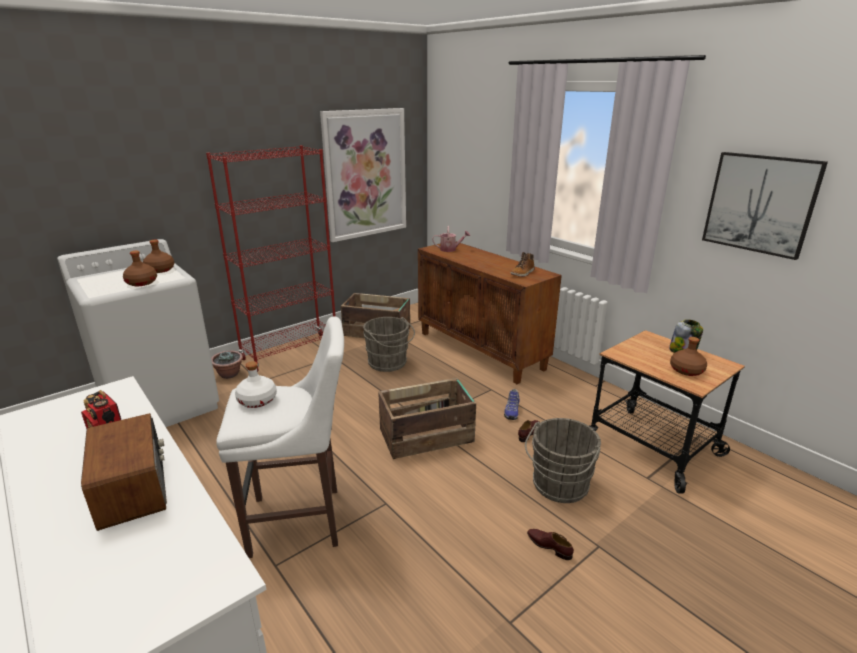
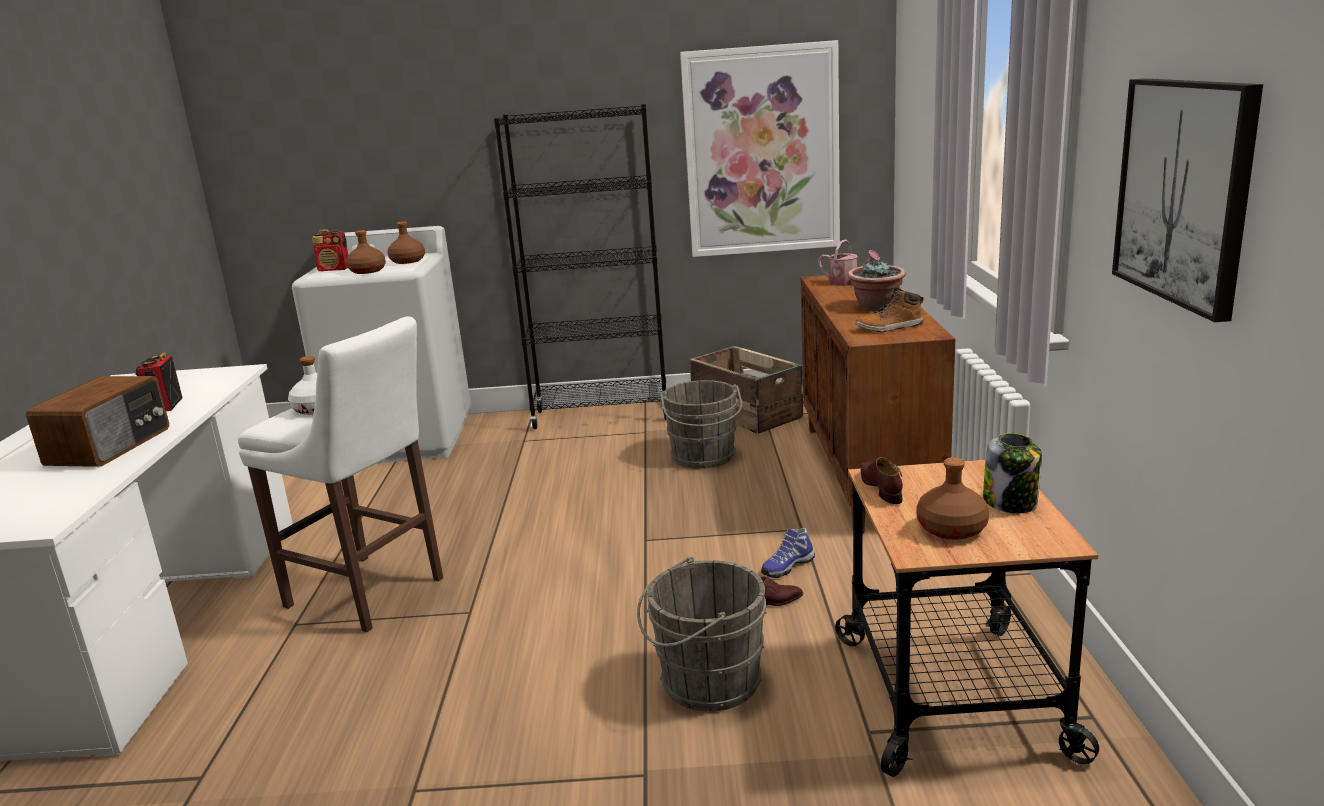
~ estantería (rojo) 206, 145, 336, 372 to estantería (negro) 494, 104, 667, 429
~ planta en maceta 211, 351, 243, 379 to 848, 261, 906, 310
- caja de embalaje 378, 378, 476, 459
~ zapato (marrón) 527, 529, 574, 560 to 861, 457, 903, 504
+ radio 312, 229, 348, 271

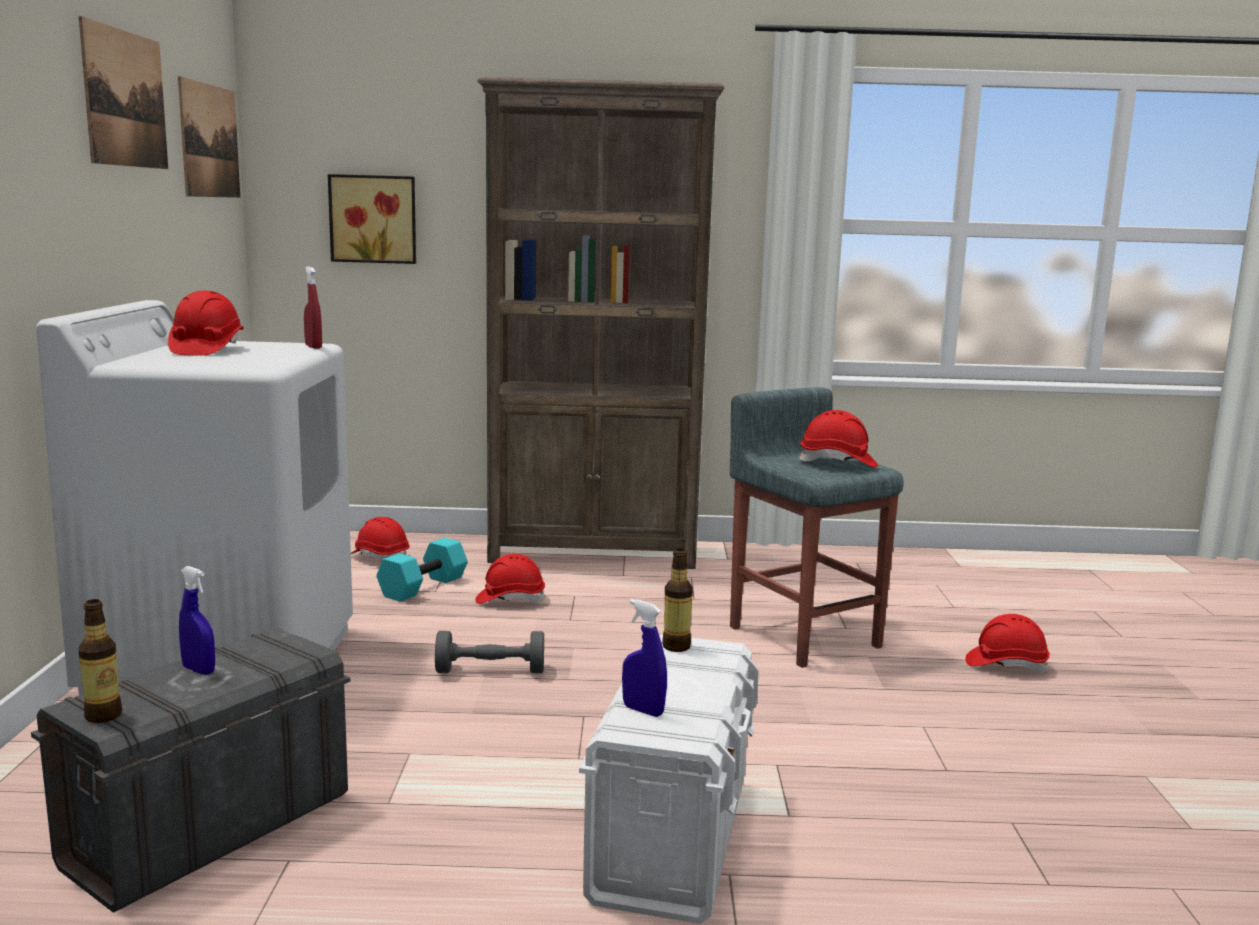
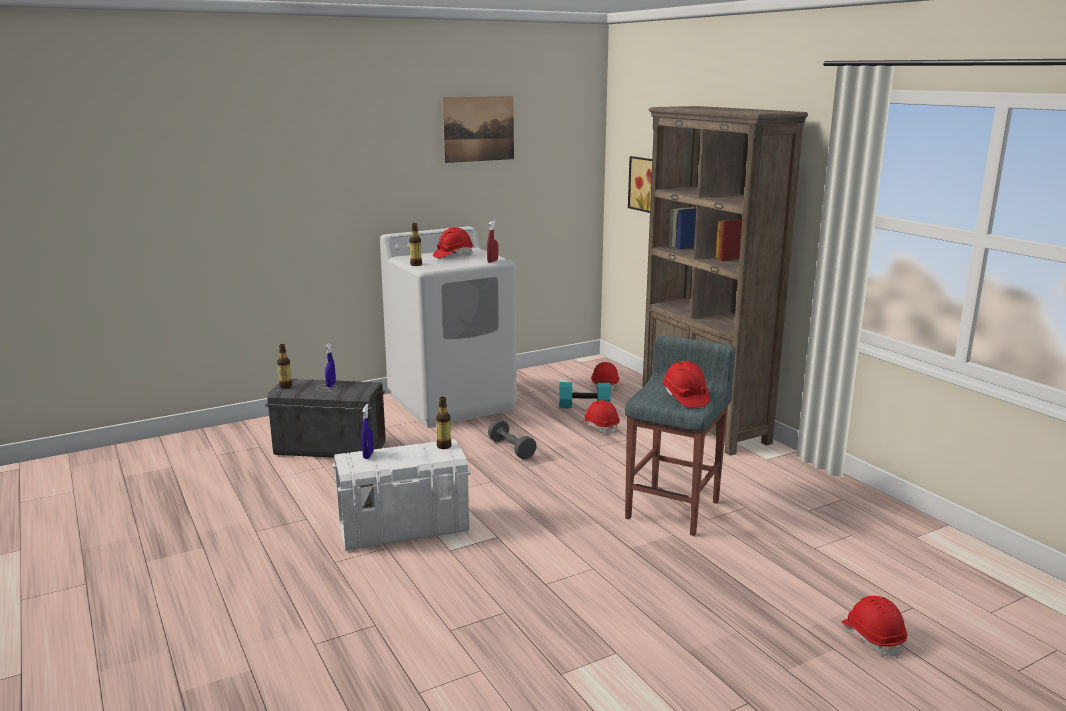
- cuadro 178, 76, 240, 198
~ casco (rojo) 965, 614, 1050, 673 to 842, 596, 907, 658
+ botella 409, 223, 422, 266

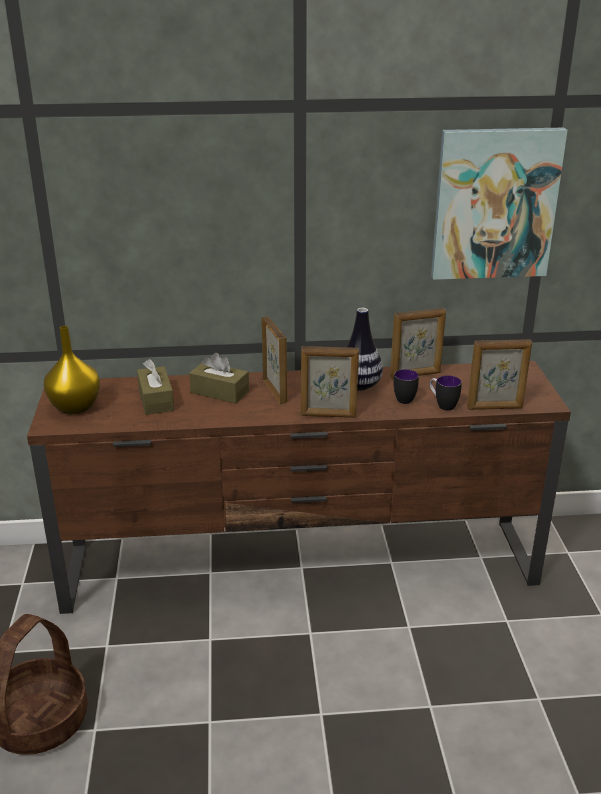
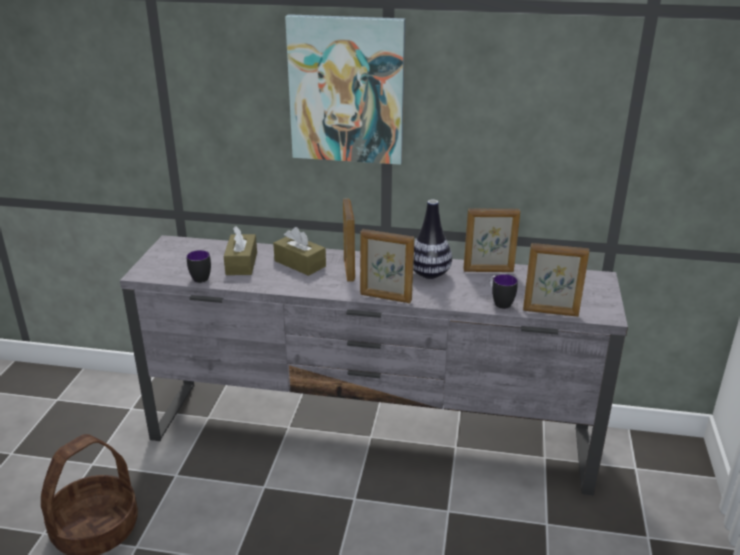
~ cuadro 431, 128, 568, 280 to 285, 14, 405, 165
- florero (amarillo) 44, 326, 100, 414
~ mueble de televisión (marrón) 27, 361, 571, 614 to mueble de televisión (gris) 120, 235, 628, 495
~ taza grande 393, 369, 419, 404 to 187, 250, 211, 283

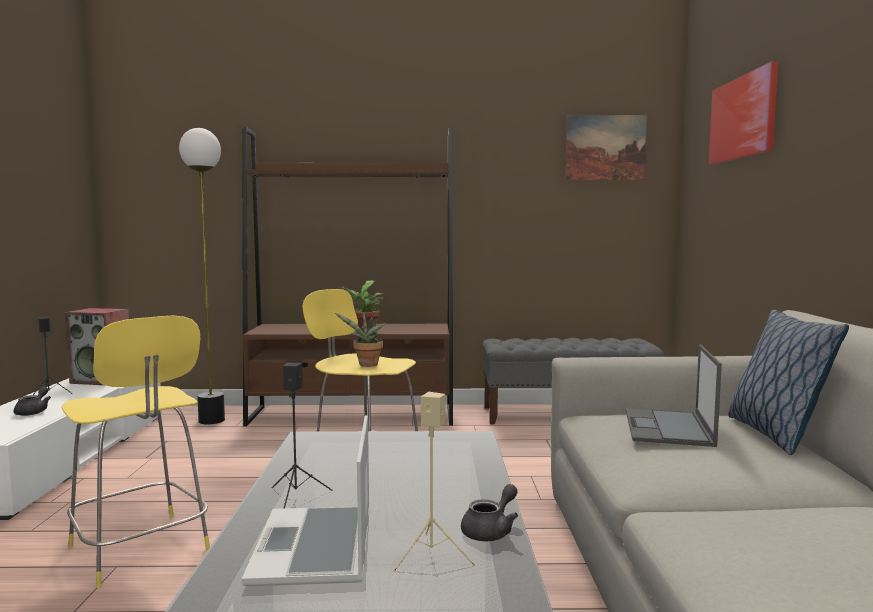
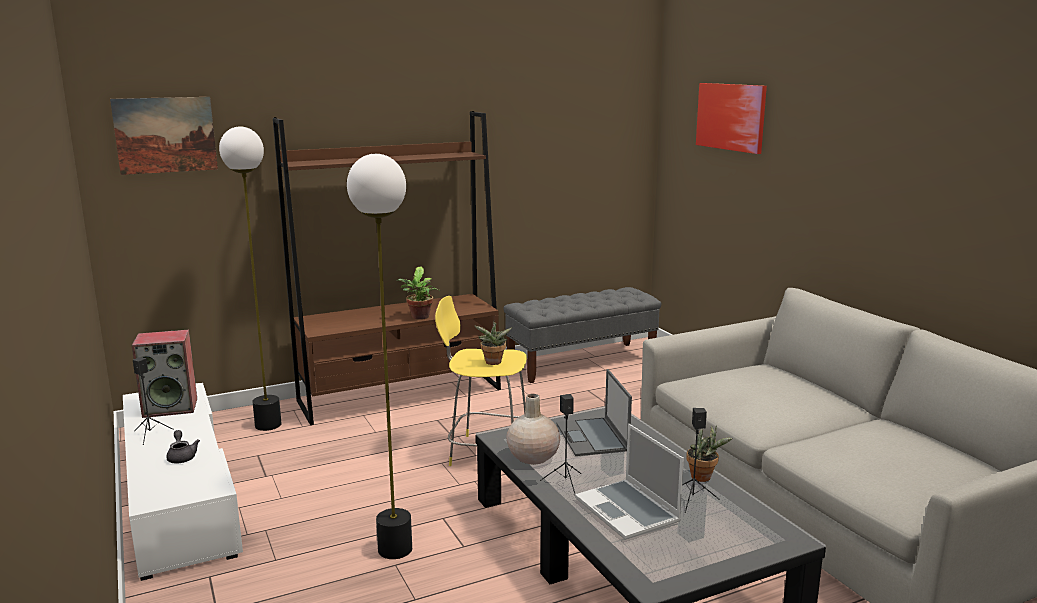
~ cuadro 566, 115, 647, 180 to 110, 97, 218, 175
- cojín 728, 310, 849, 455
~ taburete (amarillo) 62, 316, 210, 588 to lámpara de pie 347, 154, 412, 559
~ portátil 626, 345, 722, 447 to 556, 369, 632, 456
~ altavoz (beis) 393, 392, 475, 572 to altavoz (negro) 682, 408, 719, 513
~ tetera (gris) 461, 484, 518, 541 to planta en maceta 686, 425, 732, 482
+ florero (beis) 506, 394, 560, 465

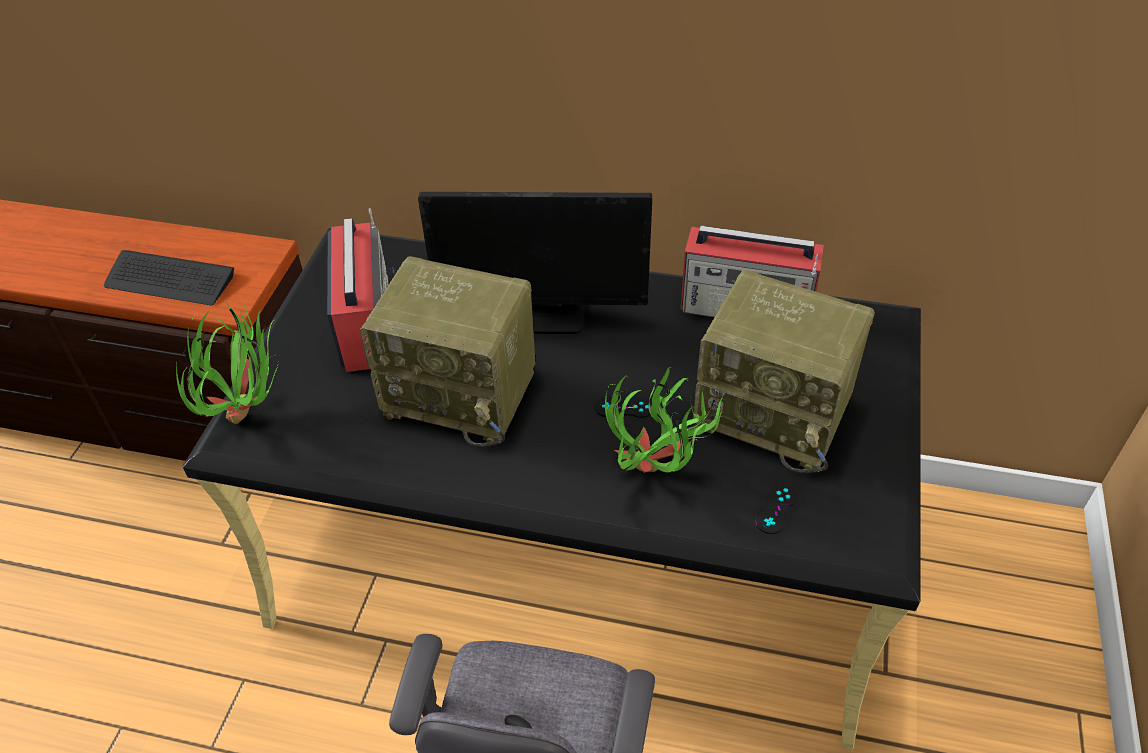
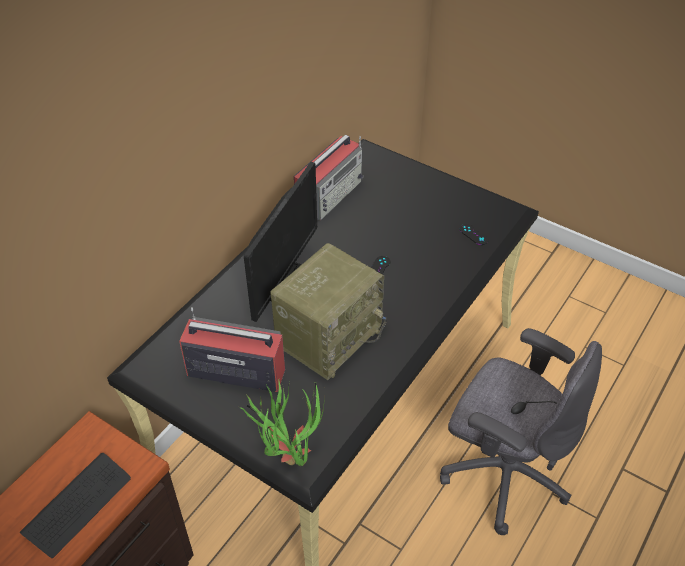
- radio 693, 270, 875, 473
- planta en maceta 605, 367, 724, 473

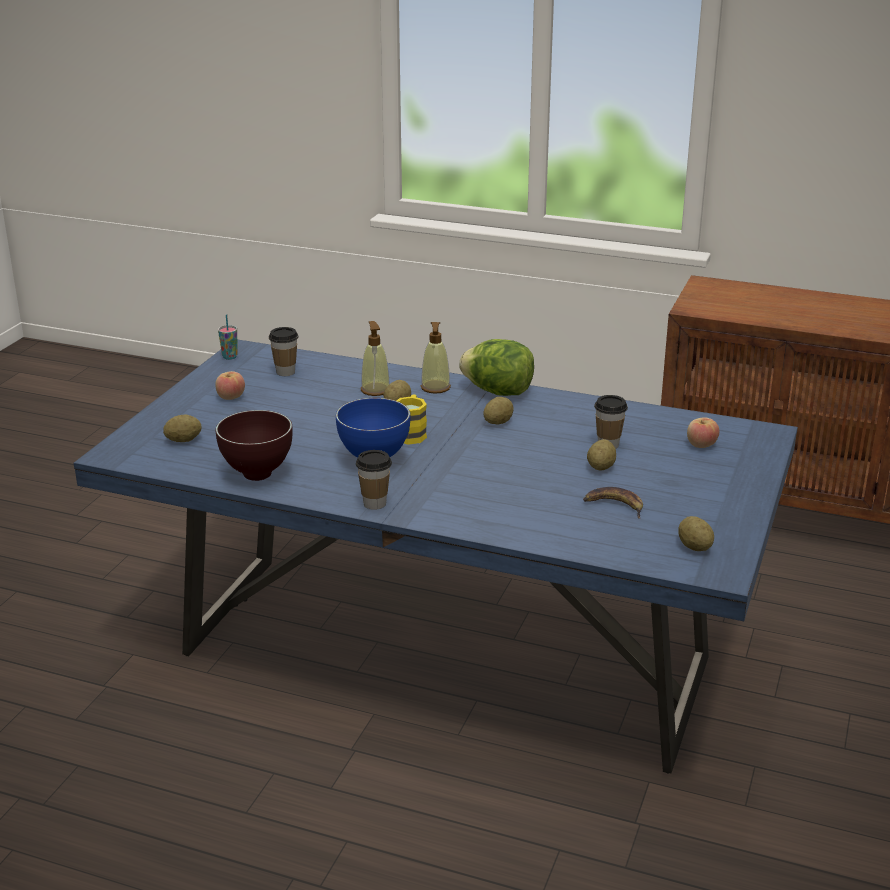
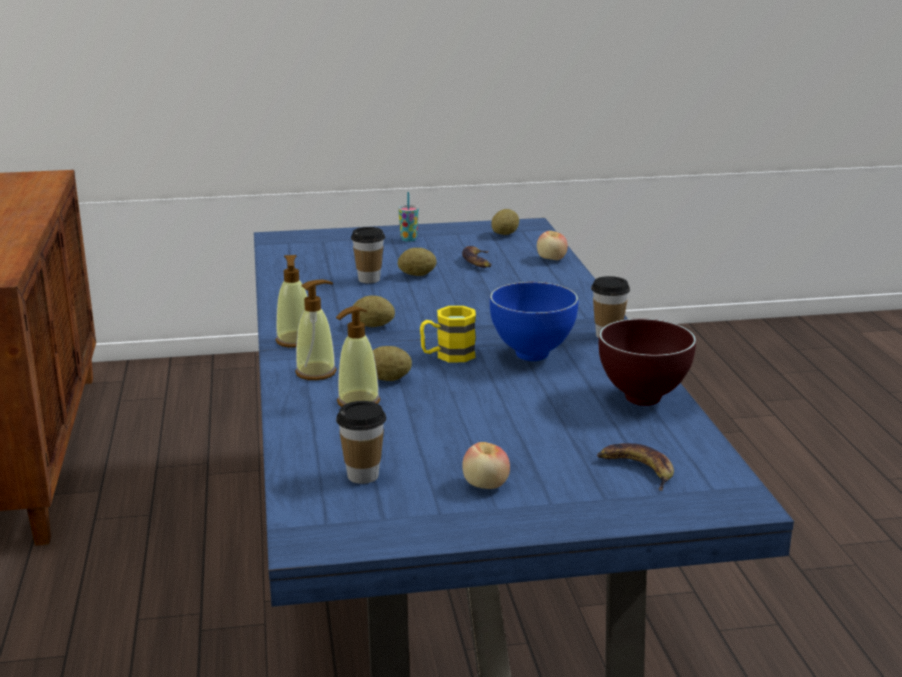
~ taza 218, 314, 238, 360 to 398, 192, 419, 242
~ lechuga 459, 339, 534, 396 to dispensador de jabón 276, 255, 307, 348
~ patata 163, 414, 202, 442 to plátano 597, 443, 674, 491
~ manzana 687, 418, 719, 448 to 537, 231, 568, 260

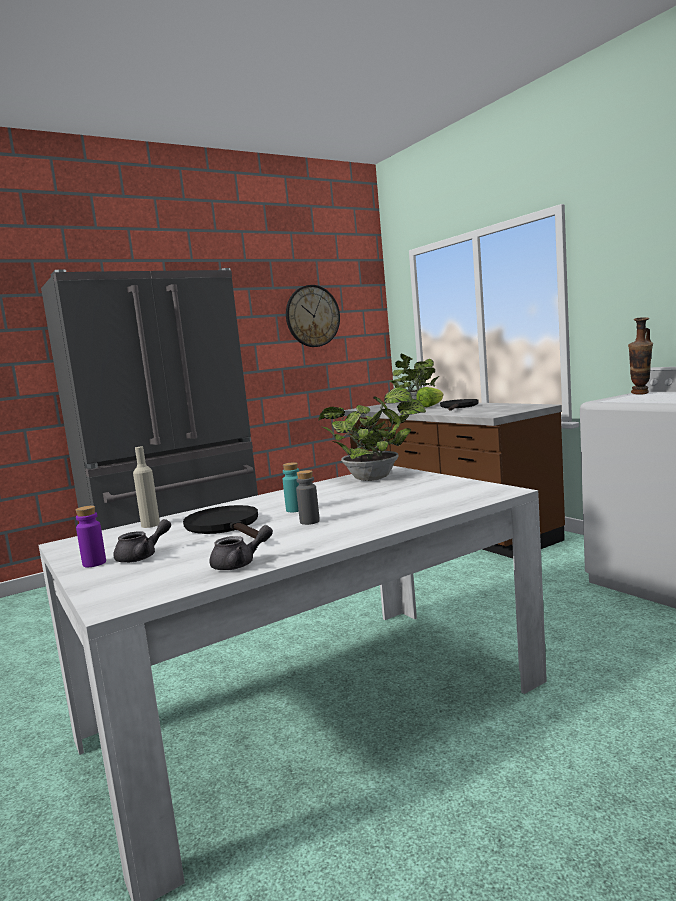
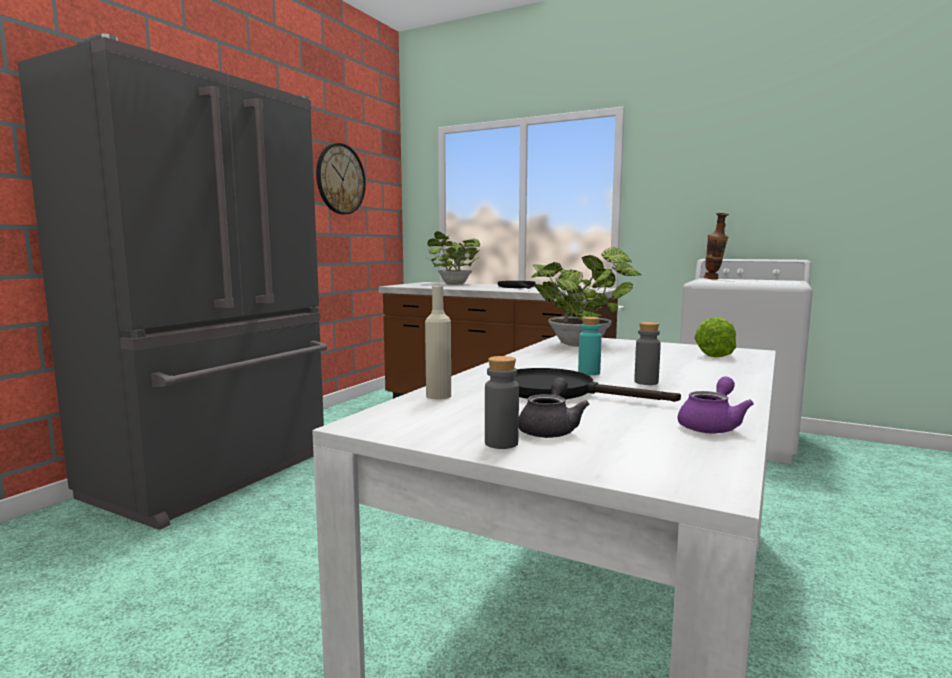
~ lechuga 416, 387, 444, 407 to 694, 317, 736, 357
~ botella (morado) 76, 506, 106, 567 to botella (gris) 485, 356, 519, 449
~ tetera (gris) 209, 525, 273, 570 to tetera (morado) 677, 377, 754, 433

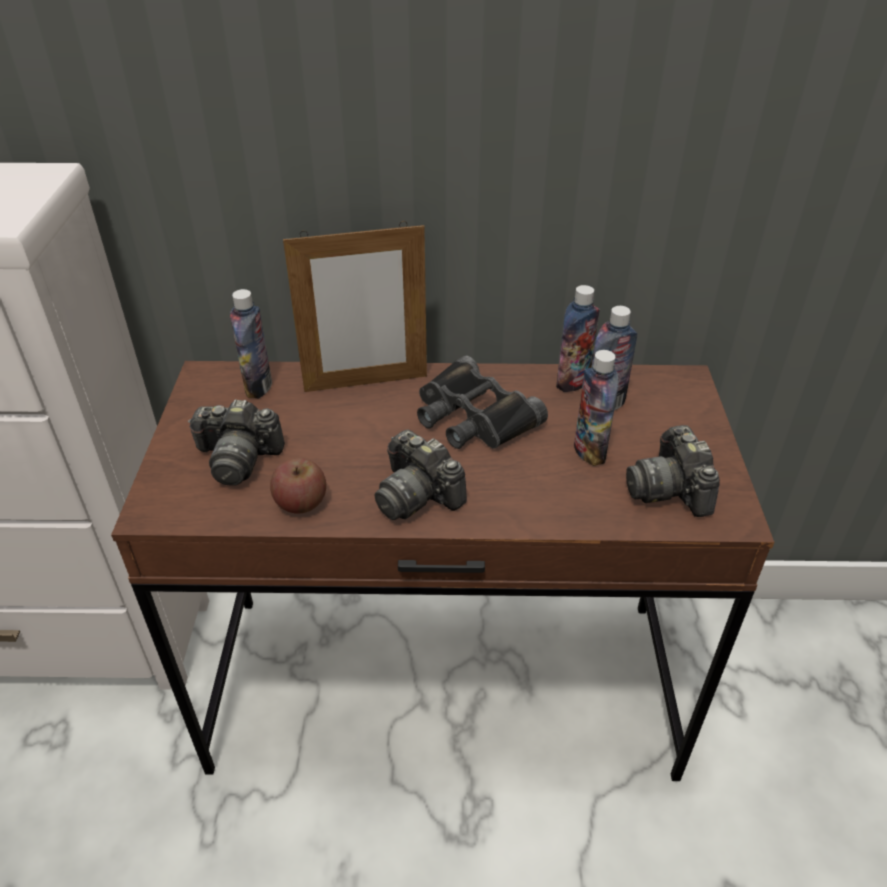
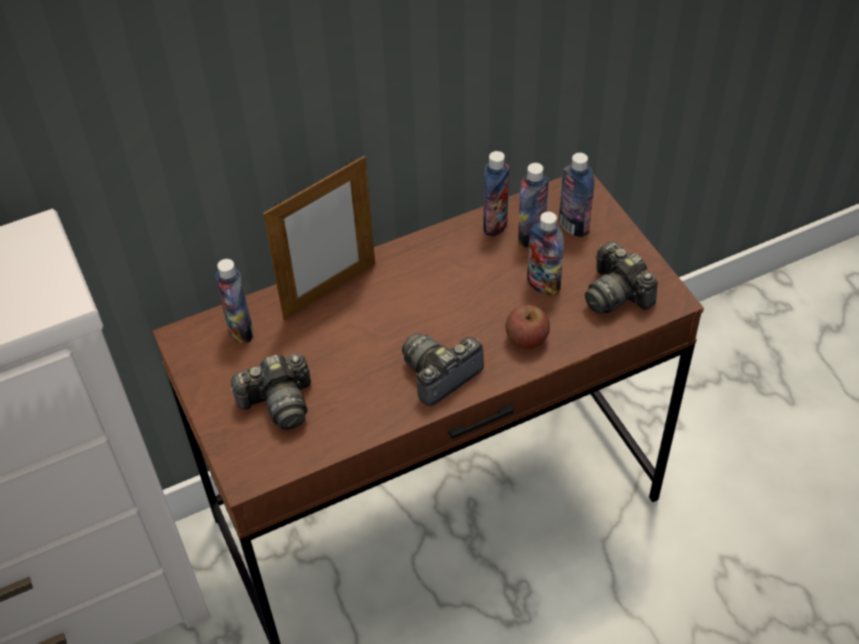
- prismáticos (negro) 417, 356, 548, 449
~ cámara 374, 430, 467, 520 = 402, 333, 484, 406 120 degrees clockwise
~ manzana 270, 458, 326, 514 to 505, 305, 550, 349
+ botella 559, 153, 594, 237

